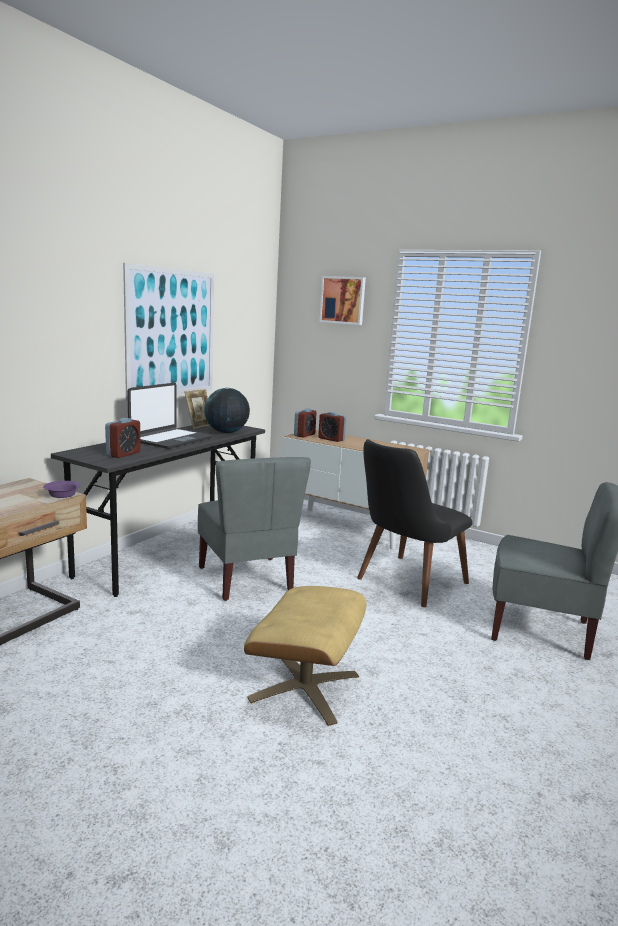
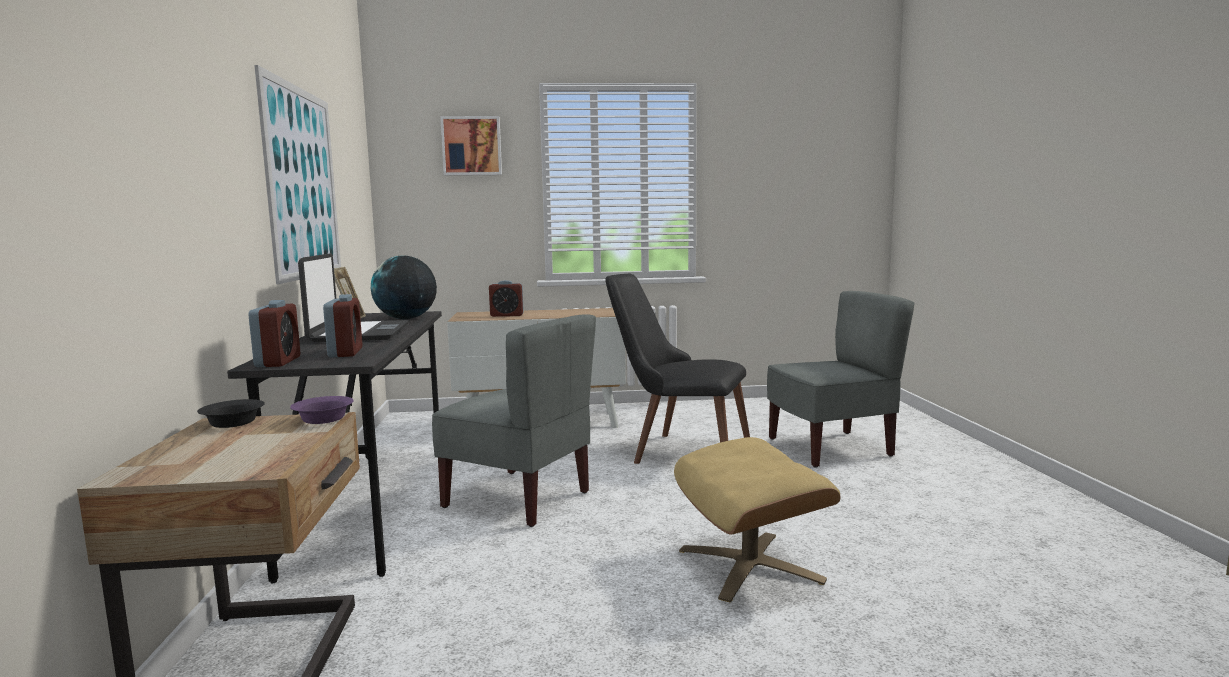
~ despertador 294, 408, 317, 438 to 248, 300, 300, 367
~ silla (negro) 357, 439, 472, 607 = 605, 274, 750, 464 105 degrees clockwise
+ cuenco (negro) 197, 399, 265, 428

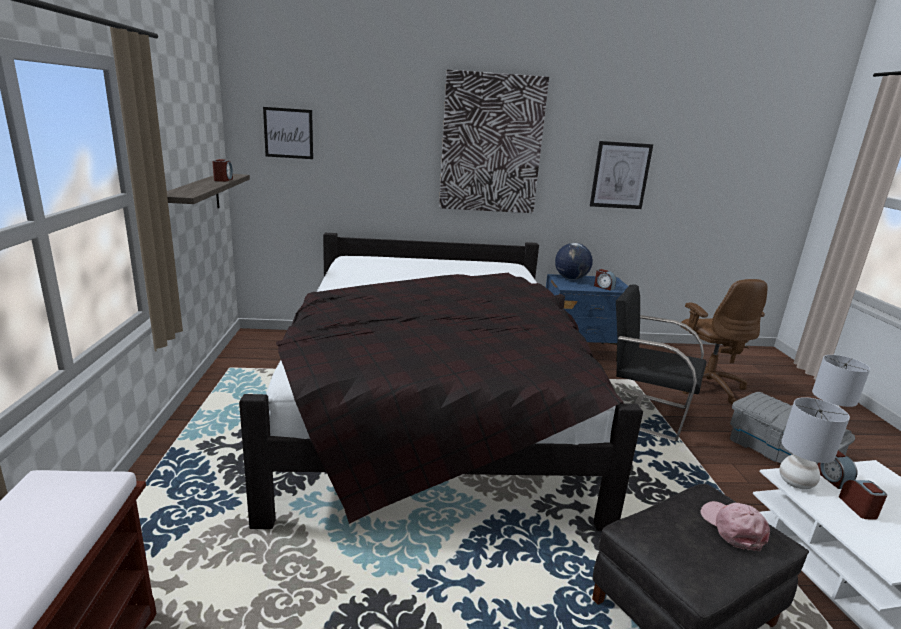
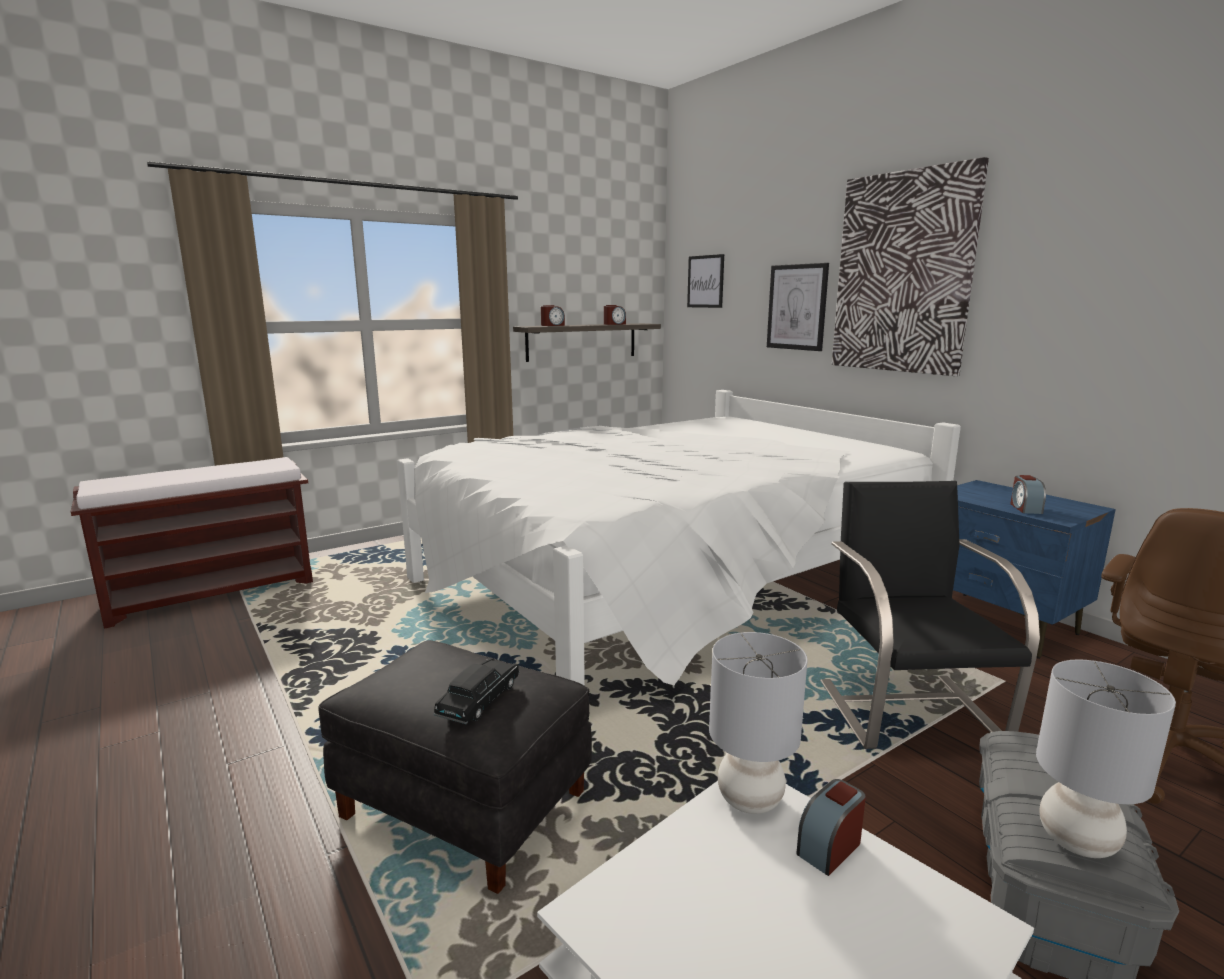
~ cuadro 590, 141, 653, 209 to 767, 263, 829, 351
~ cama (negro) 239, 233, 643, 531 to cama (blanco) 397, 390, 961, 686
- globo terráqueo 555, 243, 593, 280
~ despertador 839, 480, 887, 520 to 541, 305, 565, 326
~ gorra (rosa) 701, 501, 770, 551 to coche de juguete (negro) 434, 658, 520, 724

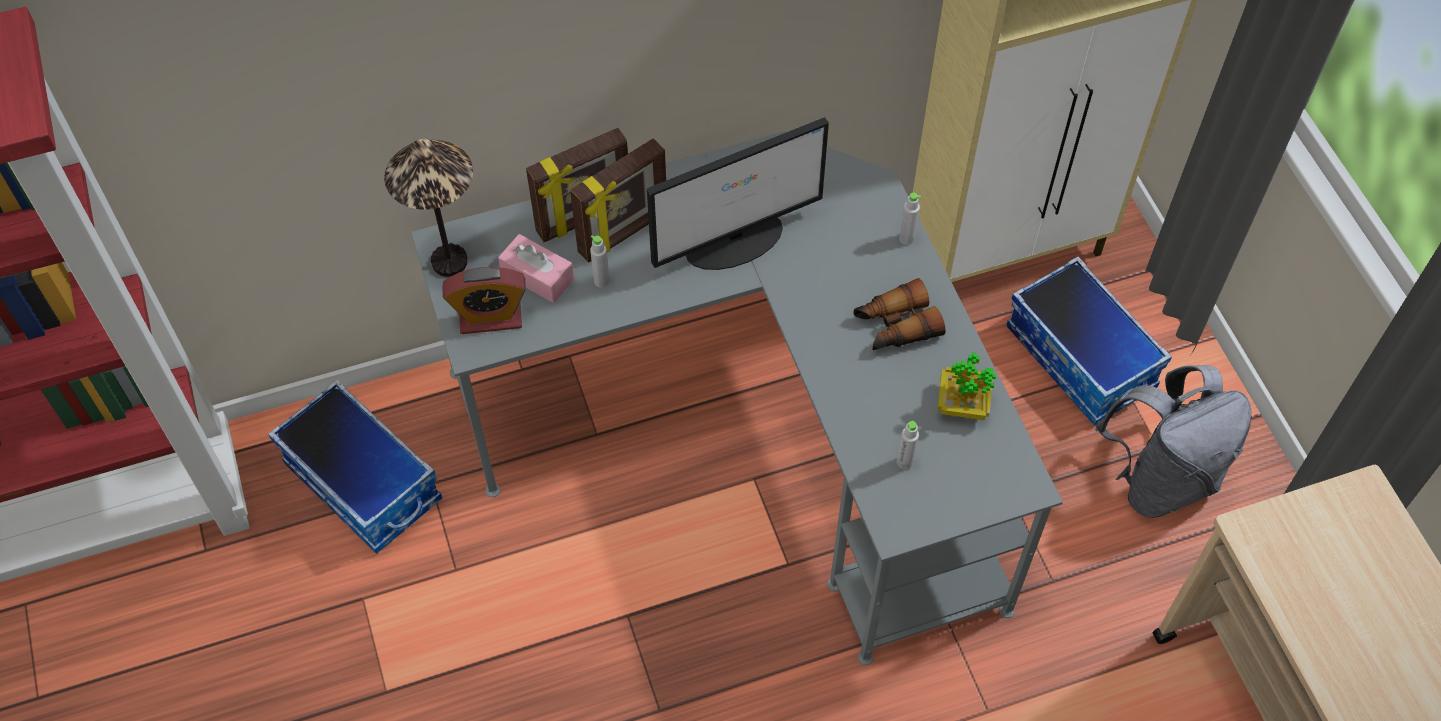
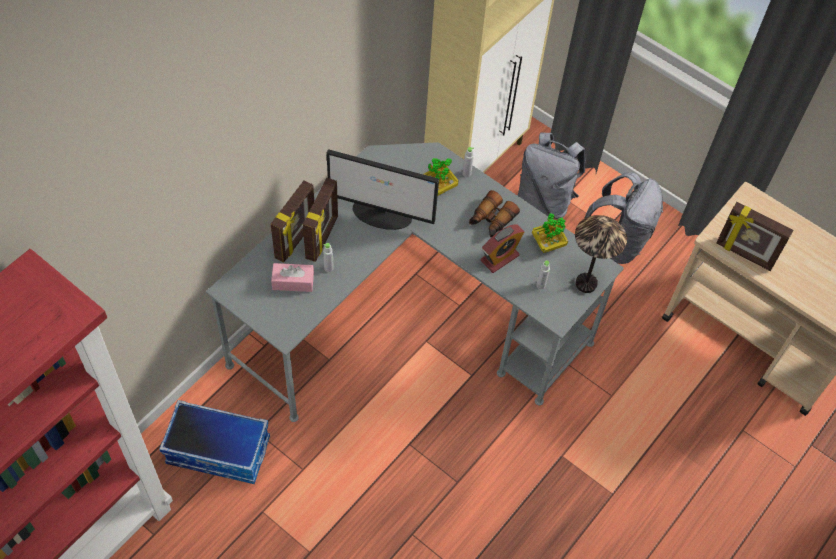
~ monitor 647, 117, 829, 270 = 327, 149, 439, 230 75 degrees clockwise
~ lámpara de mesa 384, 139, 473, 277 to 575, 215, 627, 293
~ caja de almacenaje 1006, 256, 1172, 426 to mochila (gris) 518, 133, 585, 219
~ despertador 442, 267, 526, 334 to 481, 224, 524, 273
+ planta en maceta 423, 158, 459, 196
+ portarretratos 716, 202, 794, 271

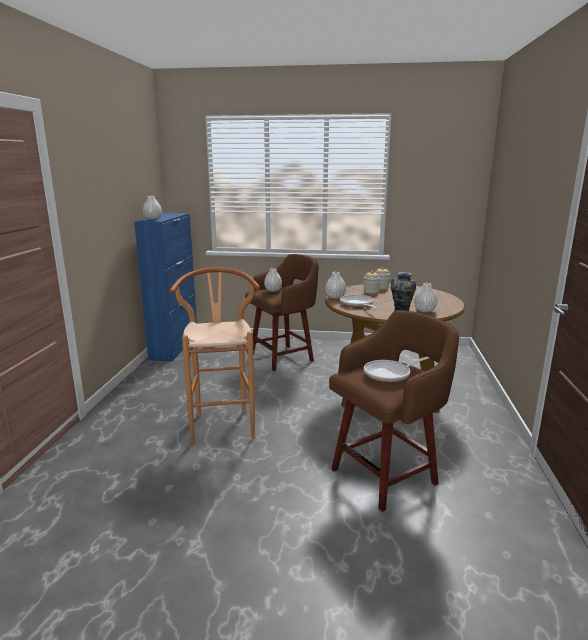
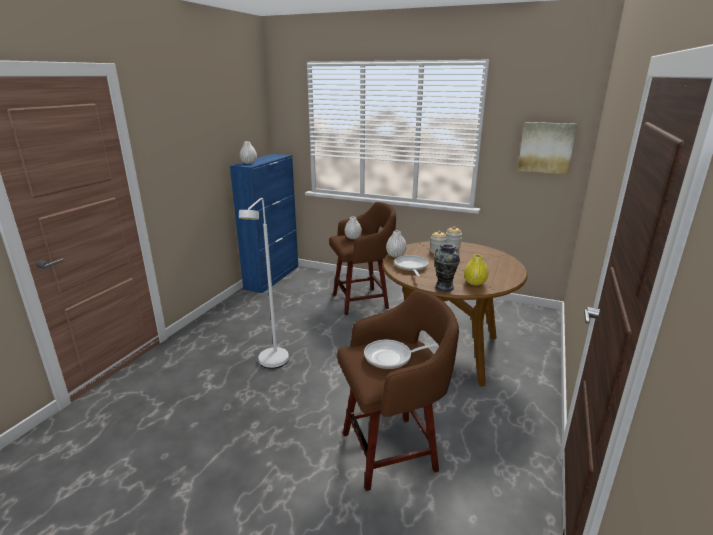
~ taburete (marrón) 169, 267, 260, 444 to lámpara de pie (blanco) 239, 198, 289, 369
~ florero (blanco) 414, 283, 437, 313 to florero (amarillo) 464, 254, 489, 286
+ cuadro 518, 122, 577, 174

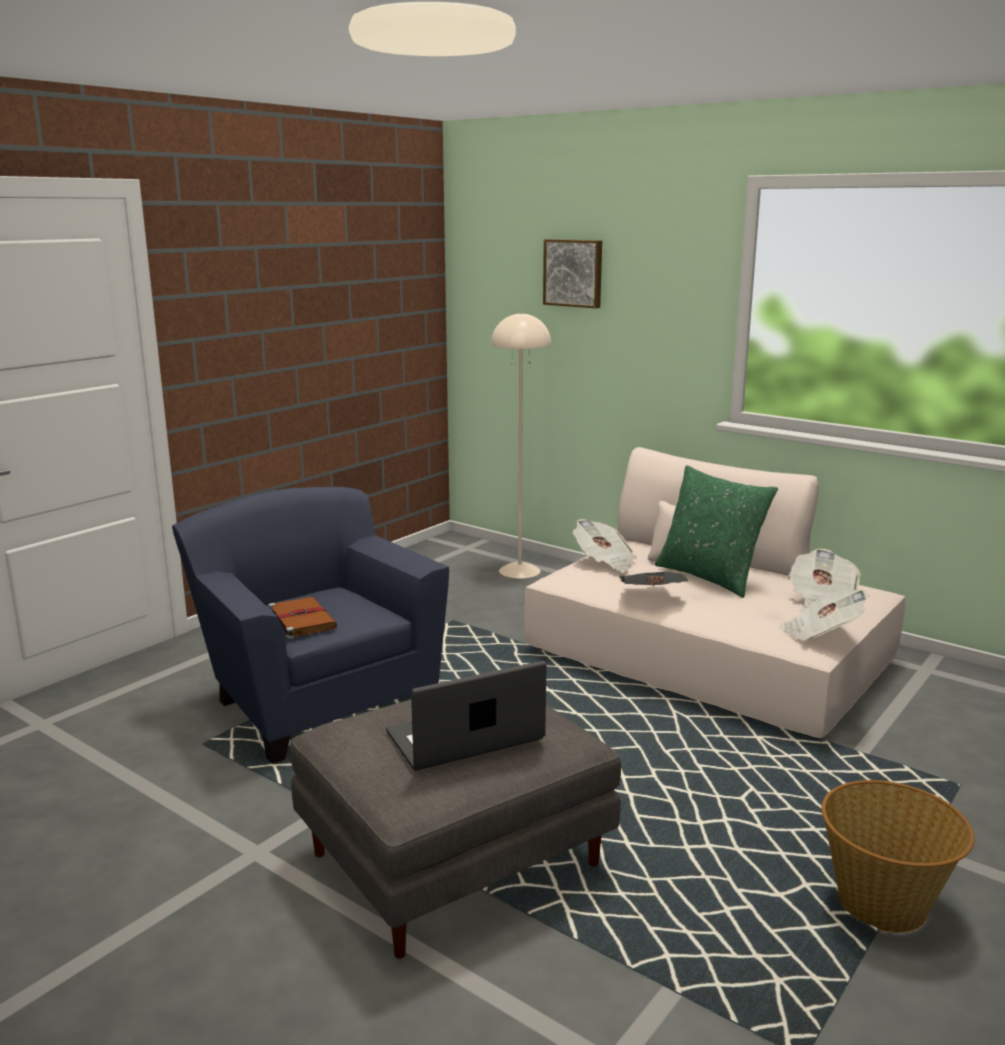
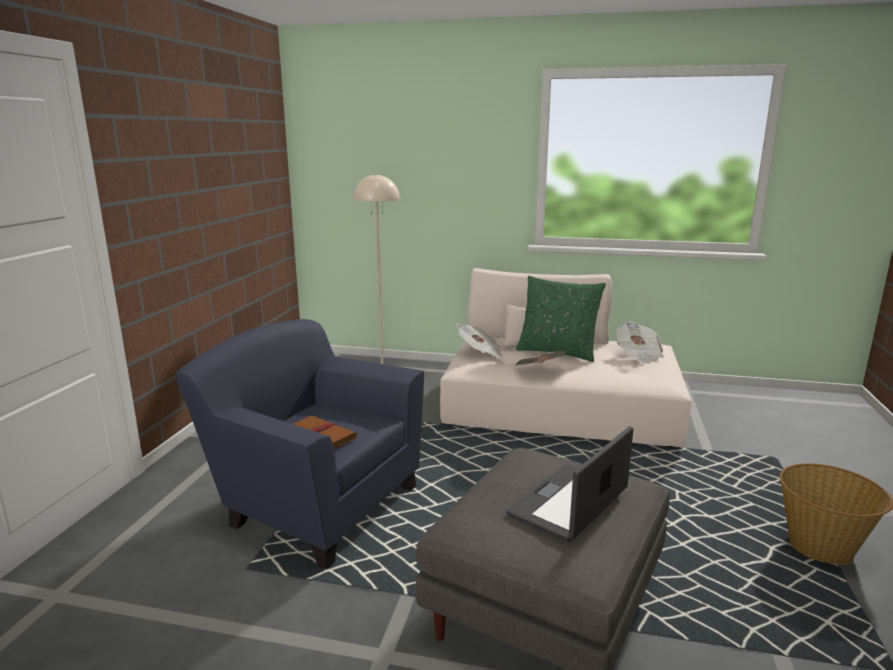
- cuadro 543, 239, 602, 308
- periódico 779, 588, 870, 641

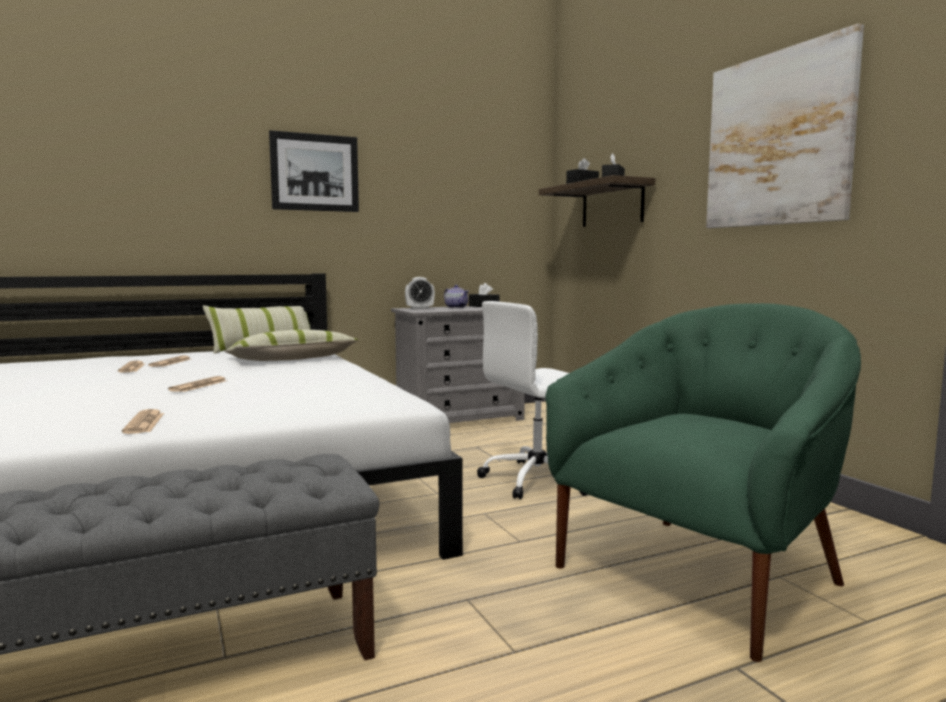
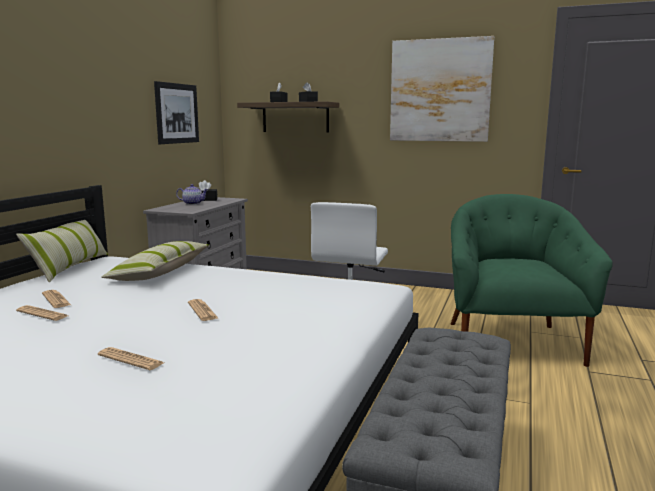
~ cuadro 269, 130, 359, 212 to 154, 81, 199, 144
- despertador 405, 277, 435, 309
~ periódico 122, 409, 164, 434 to 98, 347, 164, 370

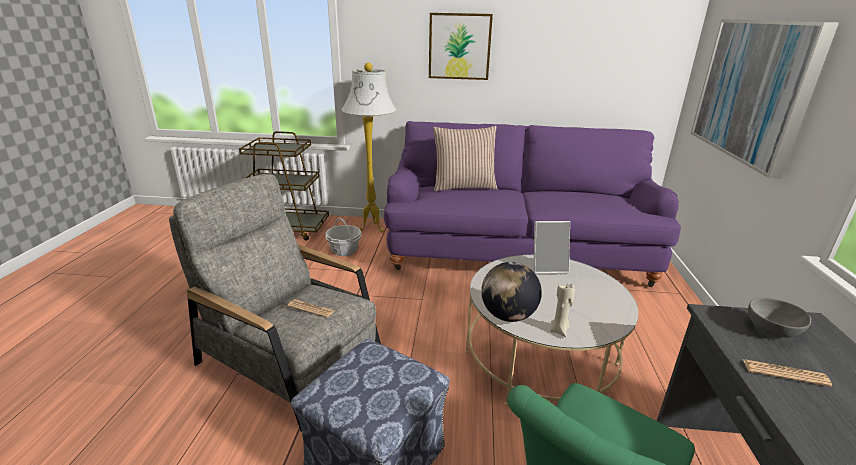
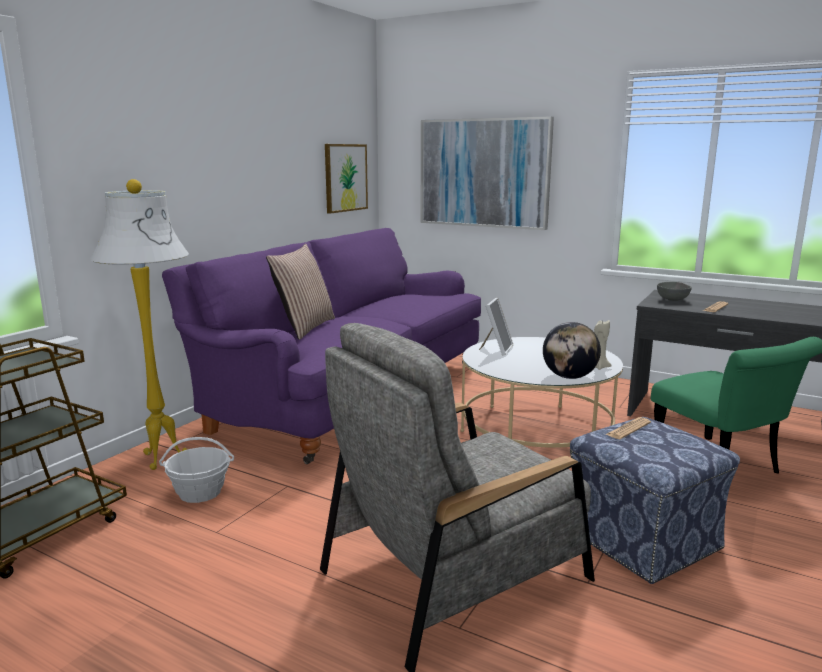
~ cuadro 429, 13, 493, 80 to 325, 144, 368, 214
~ periódico 287, 299, 334, 318 to 605, 417, 651, 439

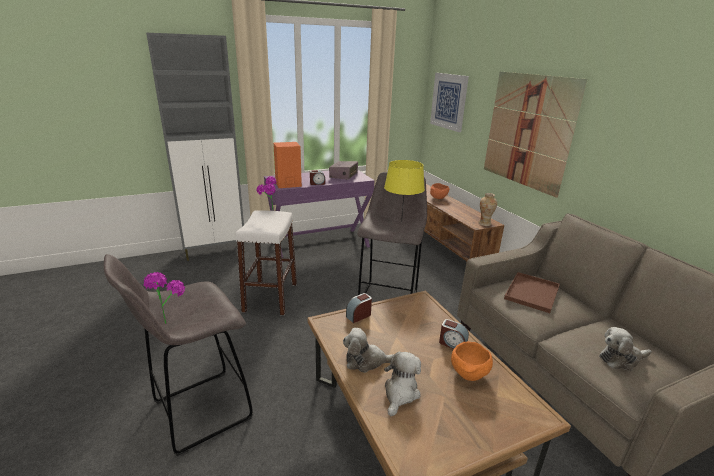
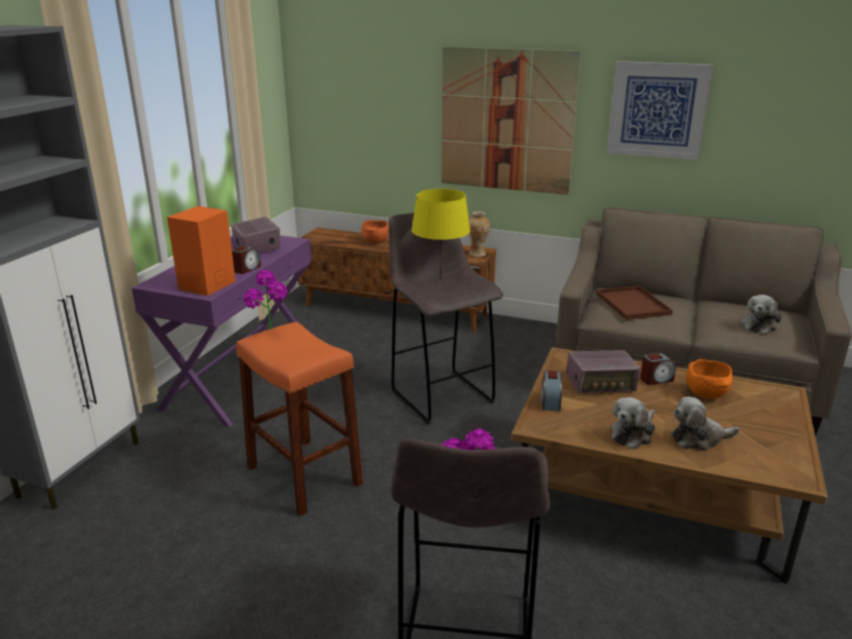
~ cuadro 430, 73, 469, 132 to 607, 61, 713, 160
~ taburete (blanco) 235, 210, 297, 315 to taburete (naranja) 236, 322, 363, 516
~ peluche 384, 351, 421, 416 = 672, 396, 739, 451 75 degrees counterclockwise
+ radio 566, 350, 641, 393

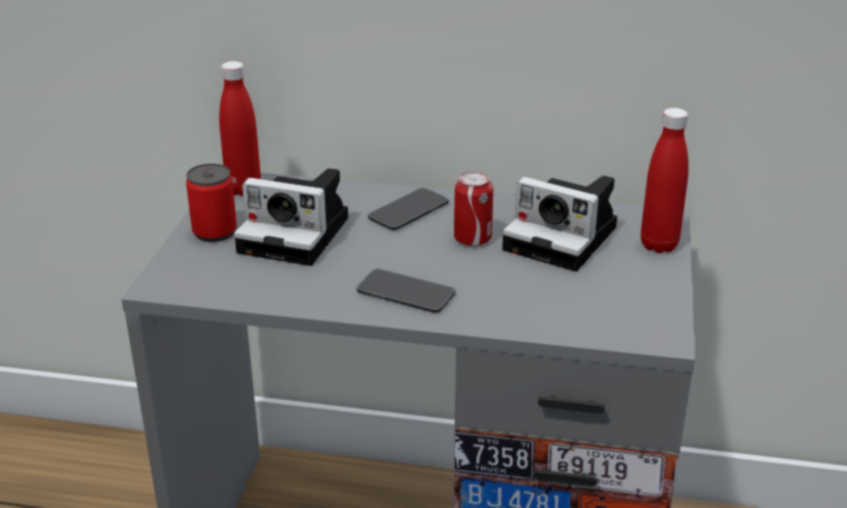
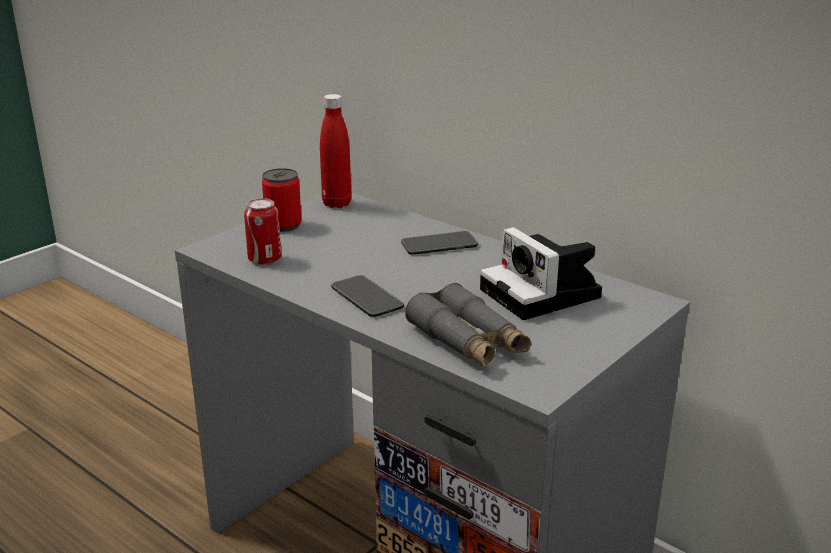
- botella (rojo) 641, 108, 689, 253
- cámara 234, 168, 348, 266
~ lata 454, 171, 493, 246 to 244, 198, 281, 265
+ prismáticos (gris) 405, 283, 531, 367

